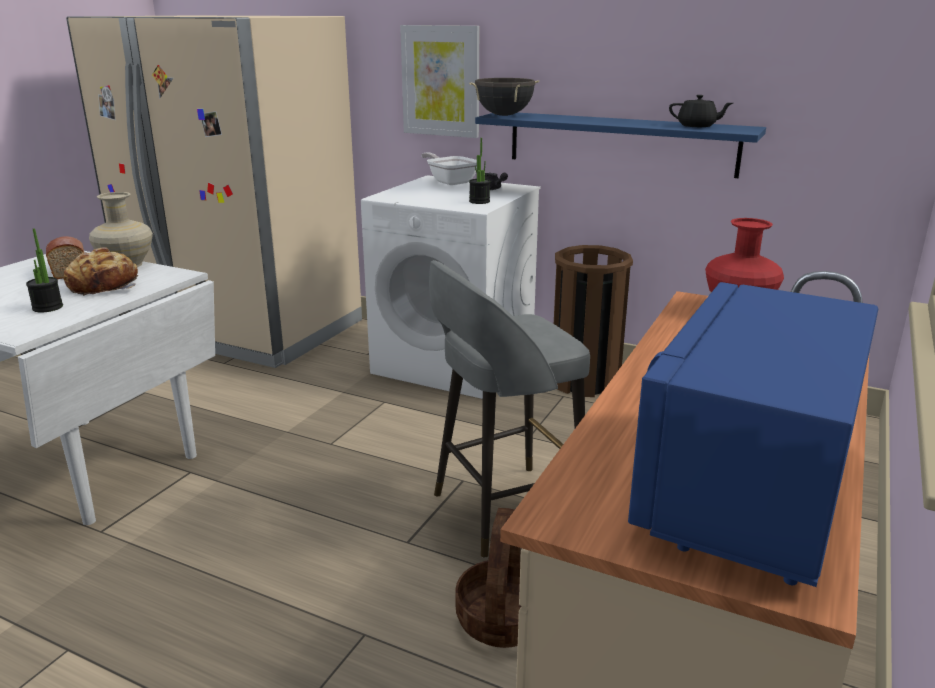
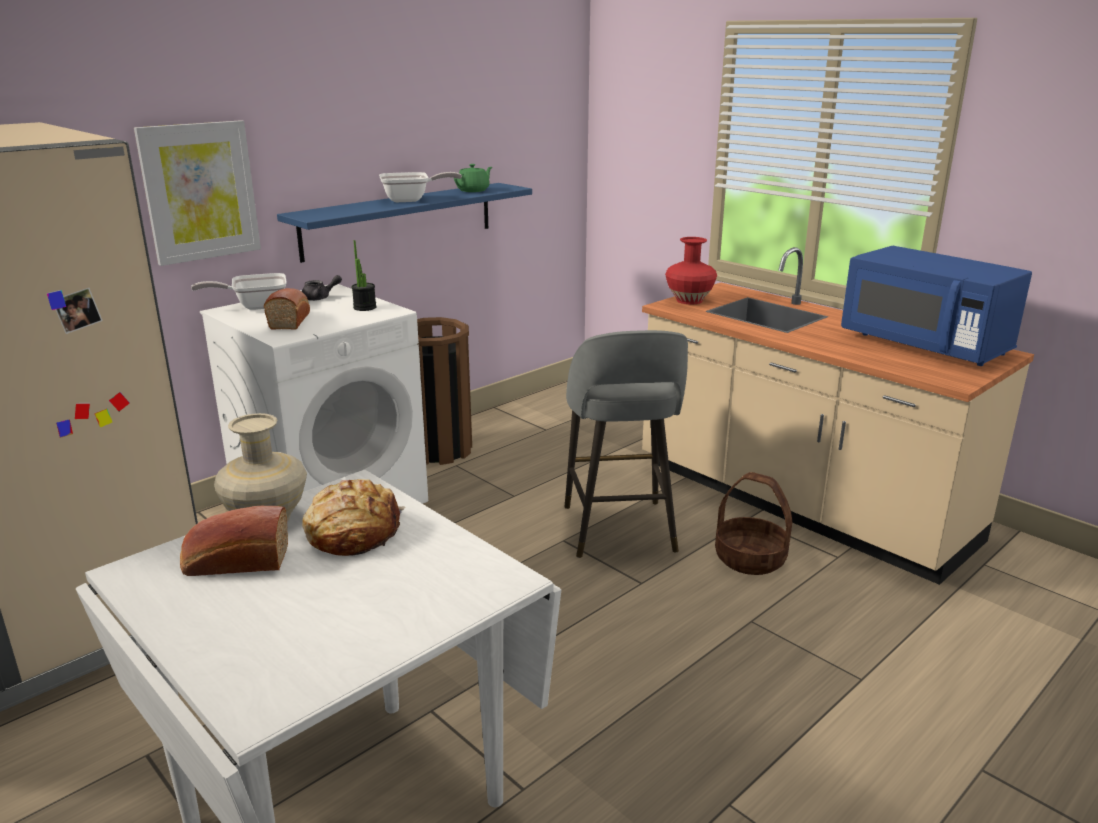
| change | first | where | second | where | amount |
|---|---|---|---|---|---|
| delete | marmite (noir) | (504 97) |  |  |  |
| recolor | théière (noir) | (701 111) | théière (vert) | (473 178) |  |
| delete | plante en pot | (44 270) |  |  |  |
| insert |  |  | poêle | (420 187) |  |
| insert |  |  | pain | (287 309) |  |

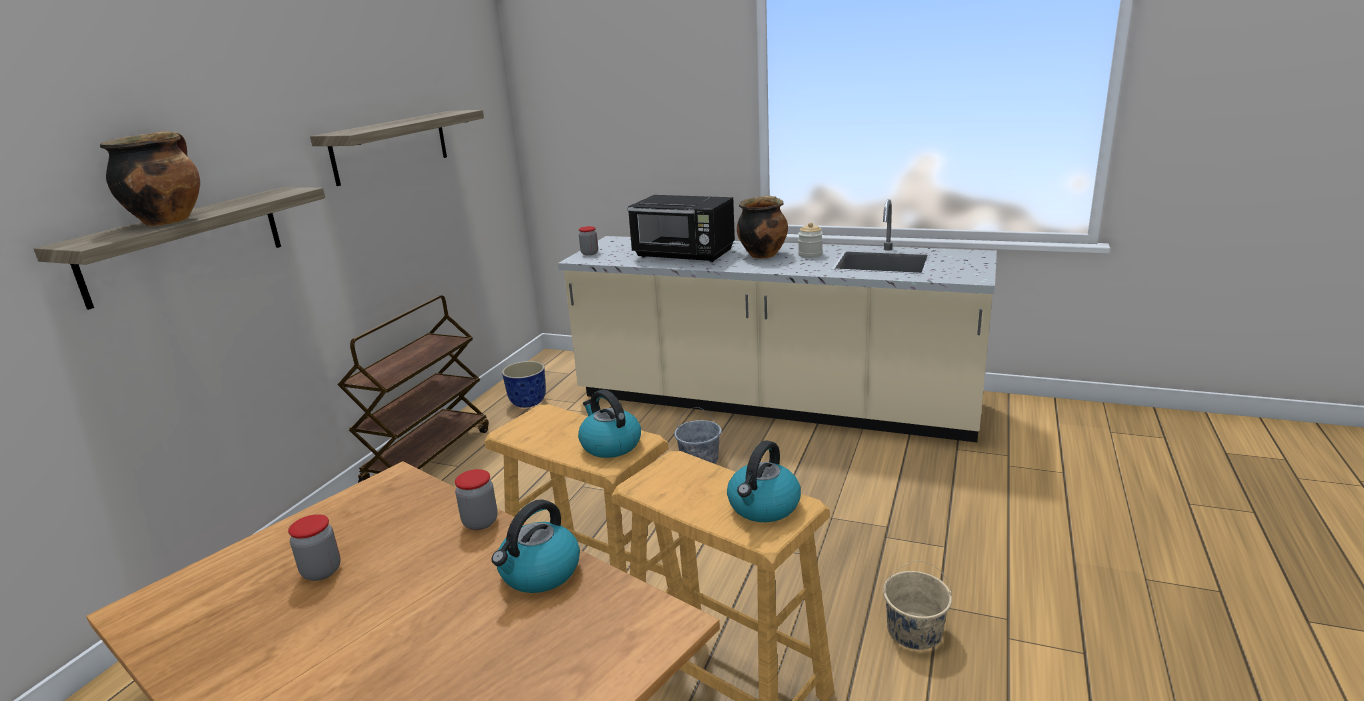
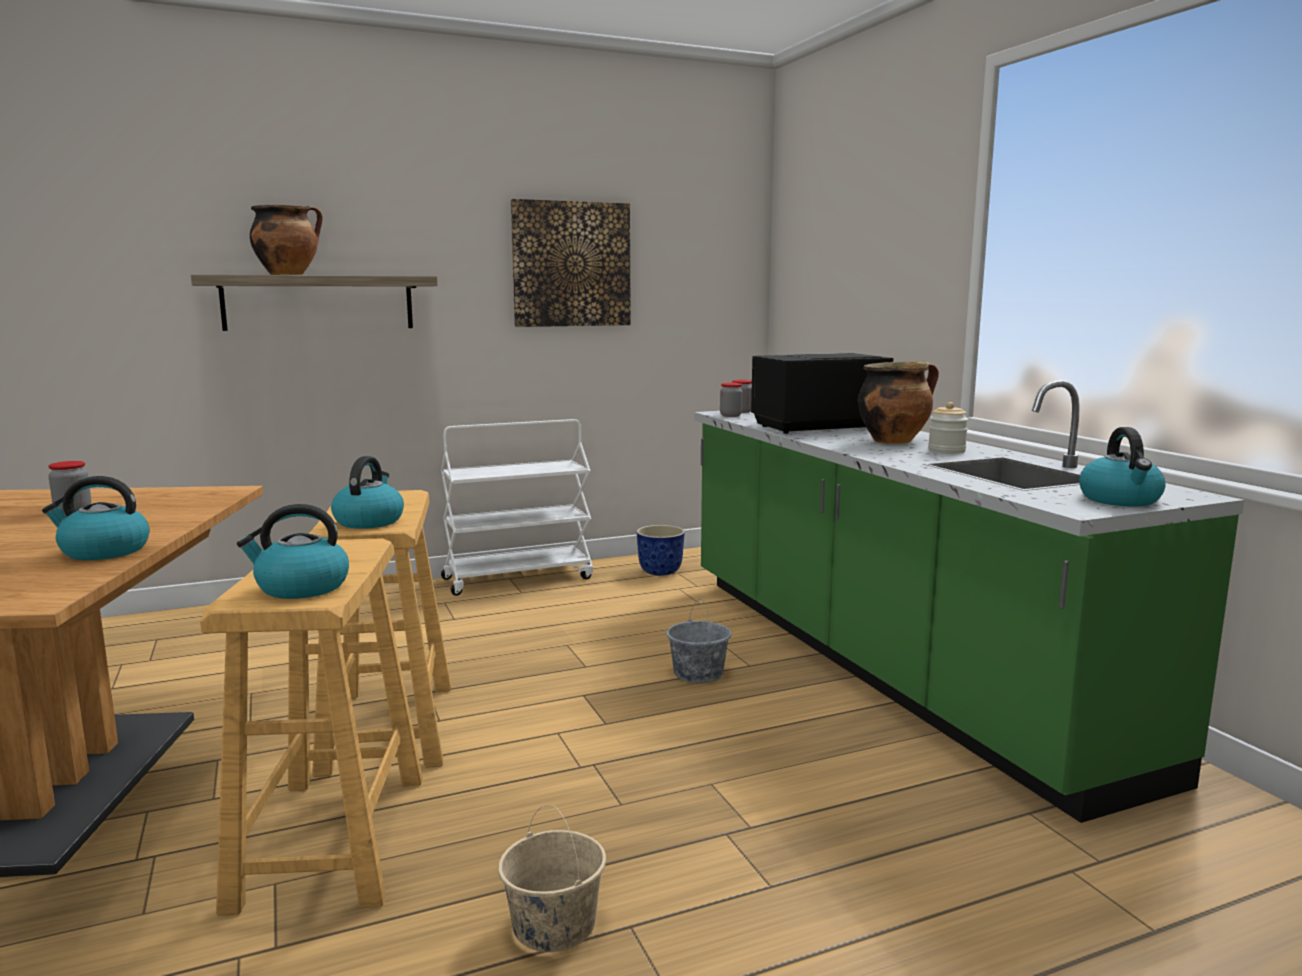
| change | first | where | second | where | amount |
|---|---|---|---|---|---|
| replace | étagère | (397 148) | tableau | (571 263) |  |
| rotate | micro-ondes (noir) | (681 228) |  | (822 393) | 90 degrees clockwise |
| recolor | comptoir de cuisine (beige) | (777 320) | comptoir de cuisine (vert) | (969 601) |  |
| recolor | chariot (marron) | (413 389) | chariot (blanc) | (517 507) |  |
| move | bocal | (476 499) |  | (731 400) |  |
| insert |  |  | bouilloire | (1122 467) |  |

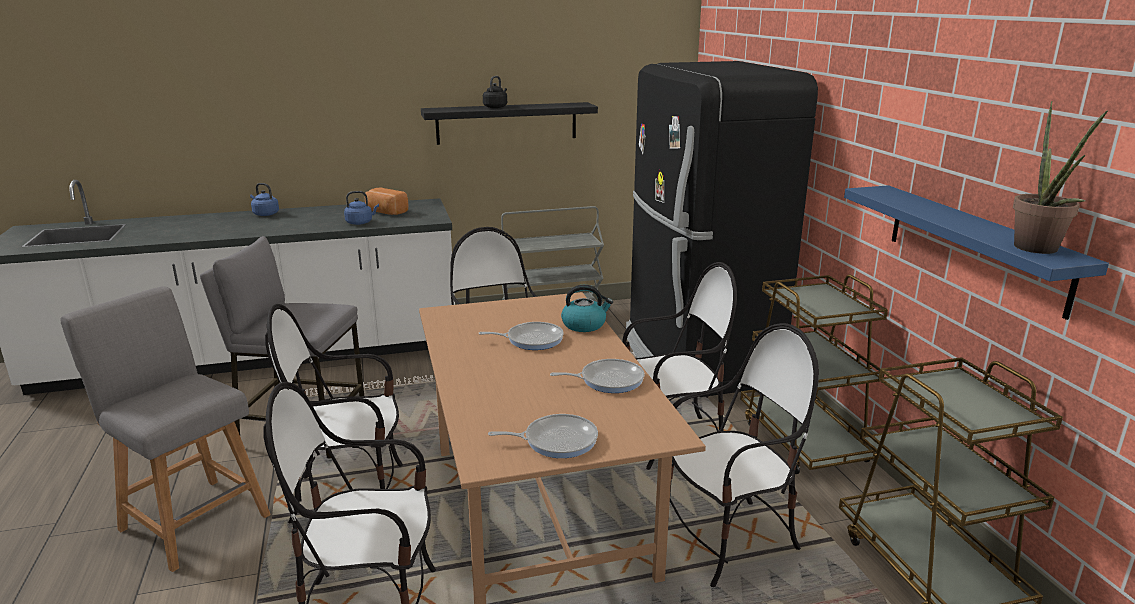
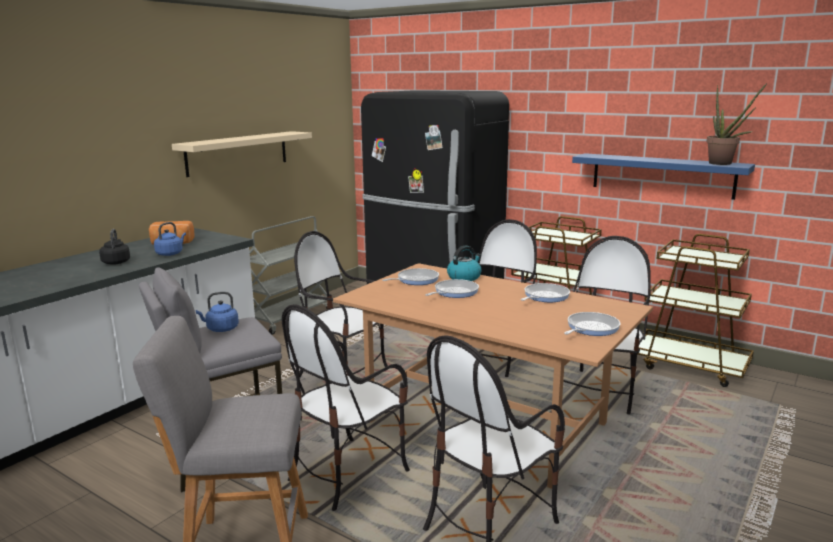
| change | first | where | second | where | amount |
|---|---|---|---|---|---|
| move | bouilloire (noir) | (495 92) |  | (114 247) |  |
| recolor | étagère (noir) | (509 123) | étagère (beige) | (242 154) |  |
| move | bouilloire (bleu) | (264 199) |  | (217 312) |  |
| insert |  |  | poêle | (410 276) |  |

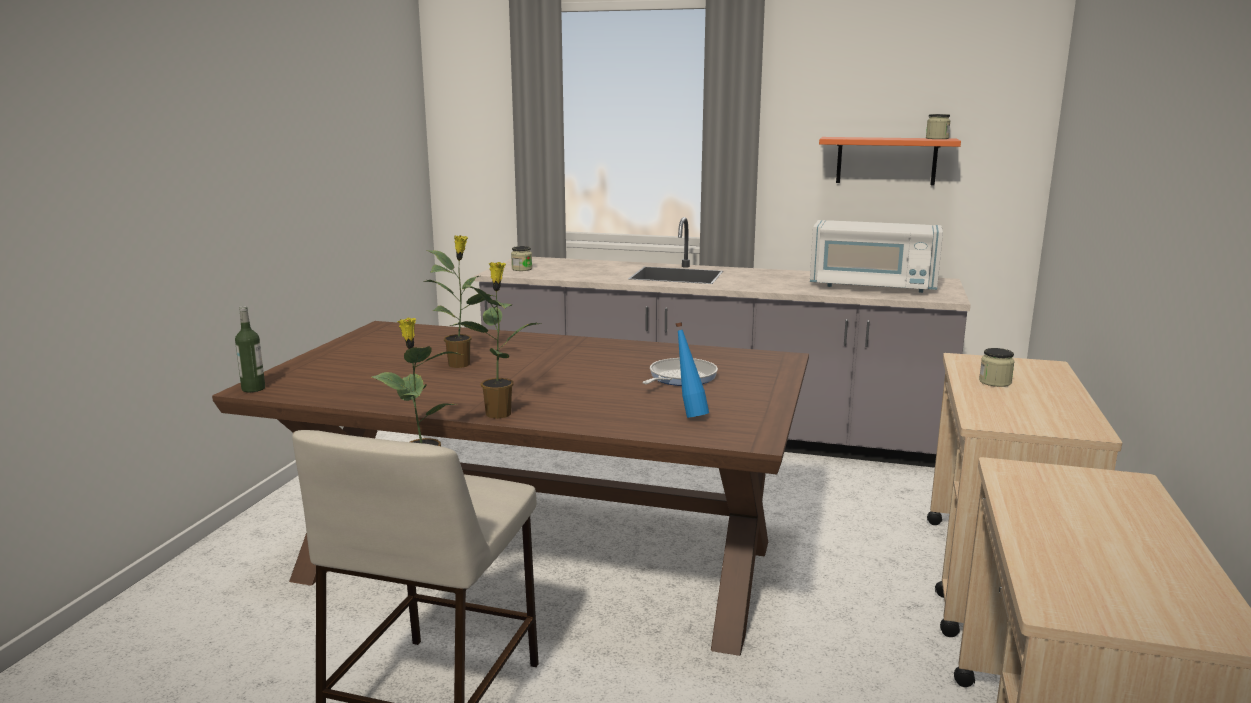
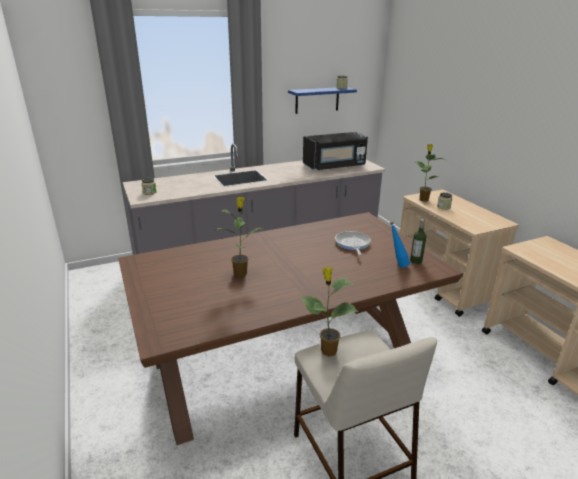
| change | first | where | second | where | amount |
|---|---|---|---|---|---|
| recolor | étagère (orange) | (890 161) | étagère (bleu) | (322 100) |  |
| recolor | micro-ondes (blanc) | (876 256) | micro-ondes (noir) | (335 151) |  |
| move | plante en pot | (496 340) |  | (430 173) |  |
| move | bouteille | (250 349) |  | (418 241) |  |

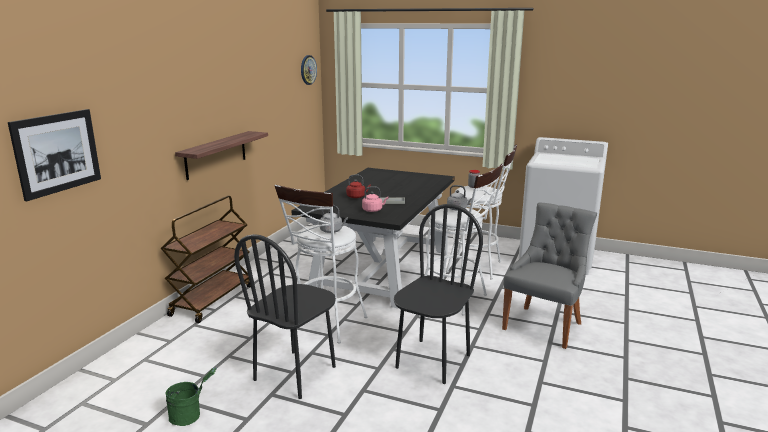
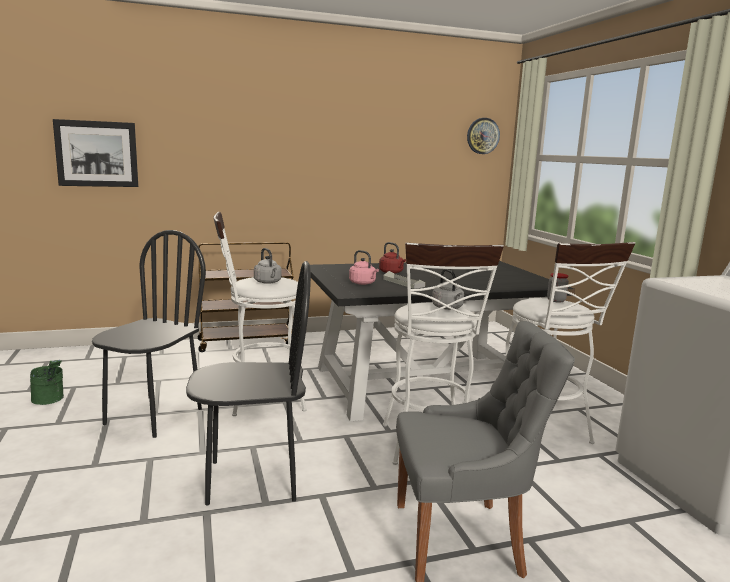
| change | first | where | second | where | amount |
|---|---|---|---|---|---|
| delete | étagère | (221 155) |  |  |  |
| rotate | chaise (noir) | (285 316) |  | (149 334) | 120 degrees clockwise |

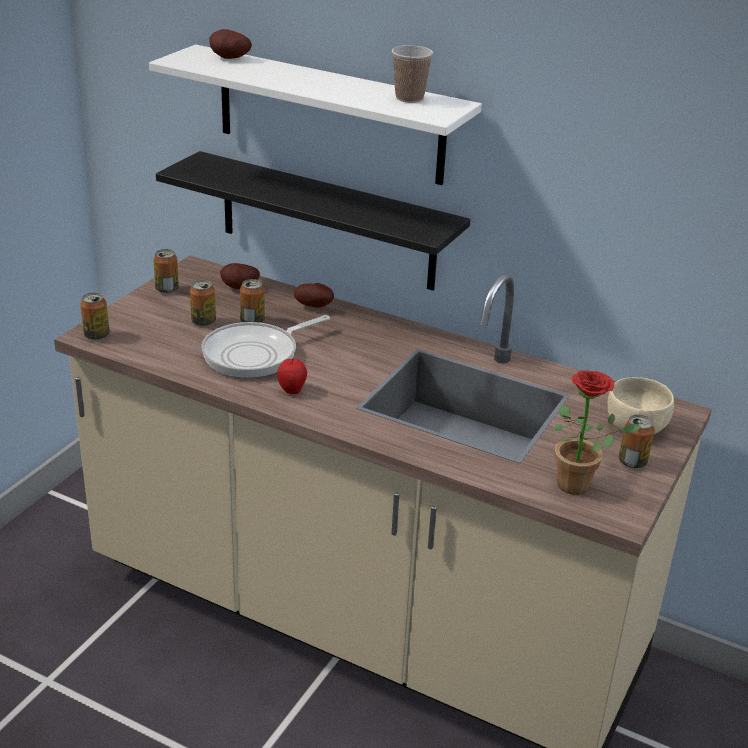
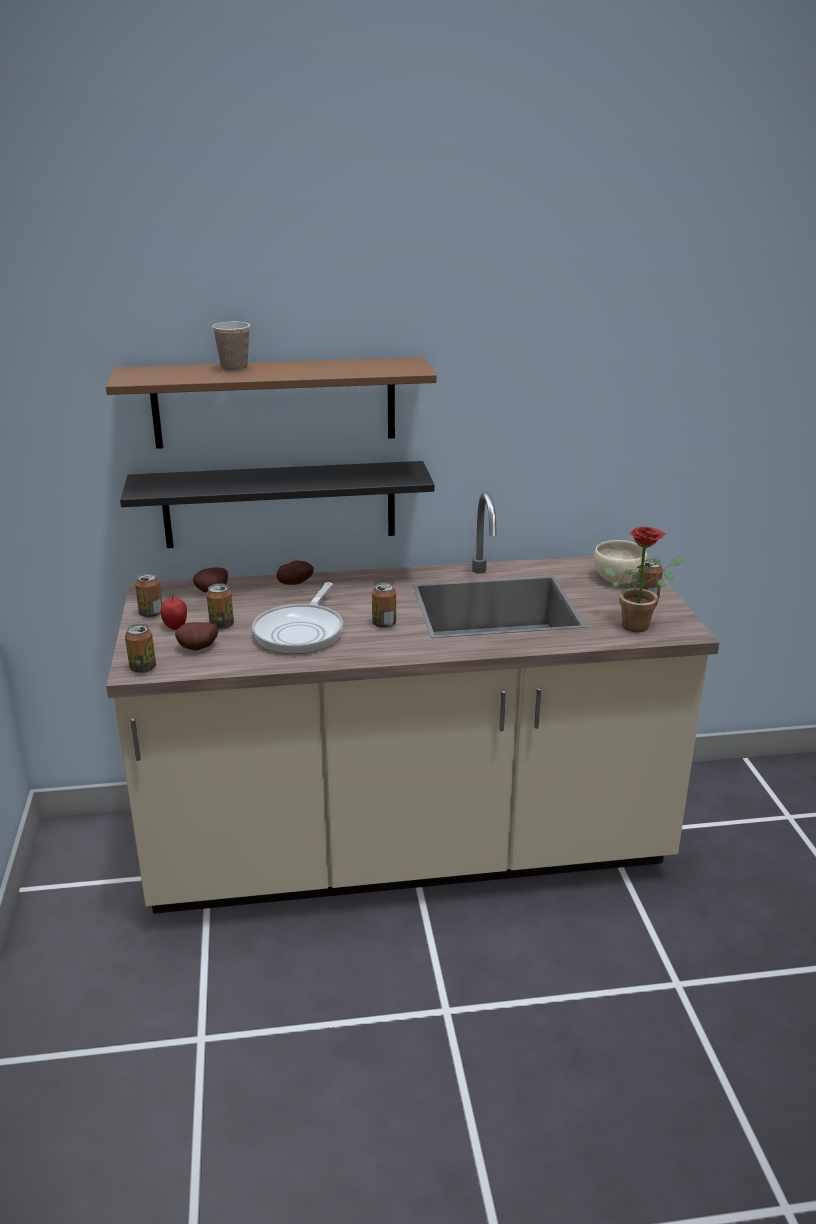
| change | first | where | second | where | amount |
|---|---|---|---|---|---|
| move | pomme de terre | (230 44) |  | (196 636) |  |
| recolor | étagère (blanc) | (315 115) | étagère (marron) | (271 403) |  |
| move | tasse | (412 74) |  | (231 347) |  |
| move | boîte métallique | (252 301) |  | (384 605) |  |
| move | pomme | (292 376) |  | (174 613) |  |

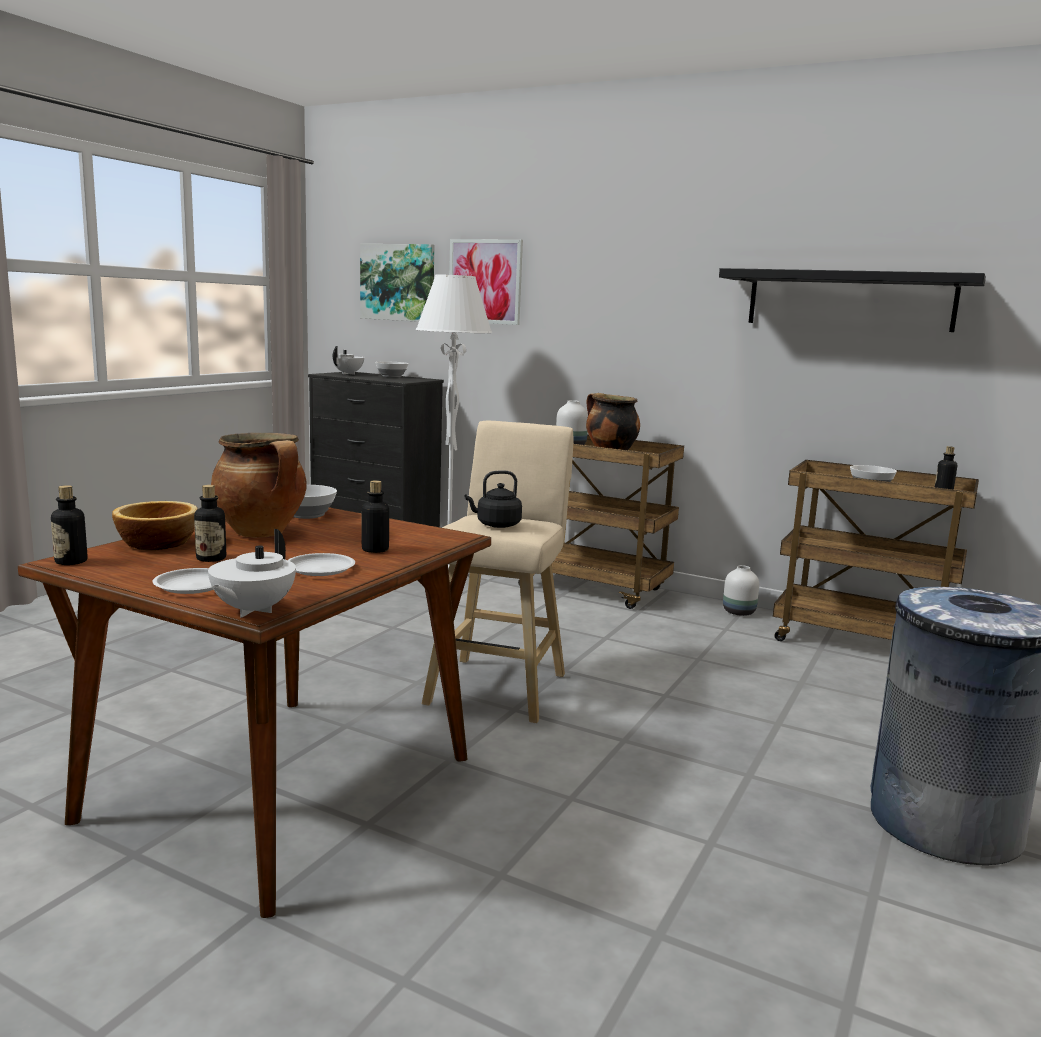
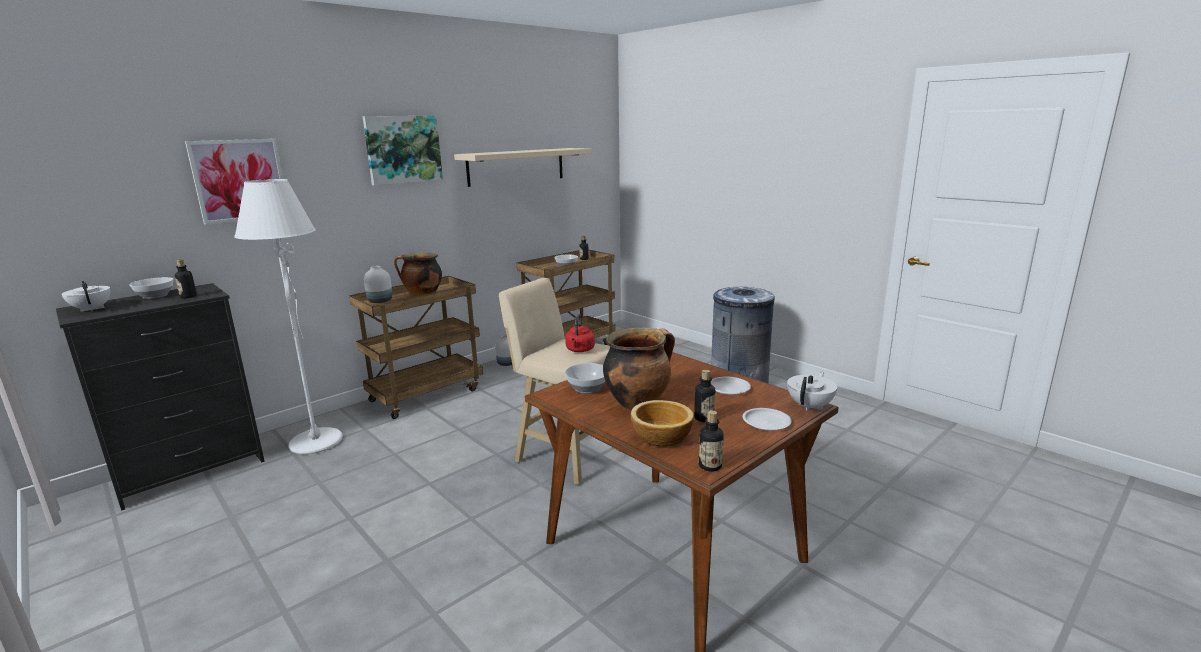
| change | first | where | second | where | amount |
|---|---|---|---|---|---|
| move | tableau | (397 283) |  | (402 150) |  |
| recolor | étagère (noir) | (852 300) | étagère (beige) | (522 167) |  |
| recolor | bouilloire (noir) | (493 499) | bouilloire (rouge) | (580 333) |  |
| move | bouteille | (375 516) |  | (186 279) |  |
| rotate | théière (blanc) | (252 573) |  | (812 391) | 90 degrees counterclockwise |

